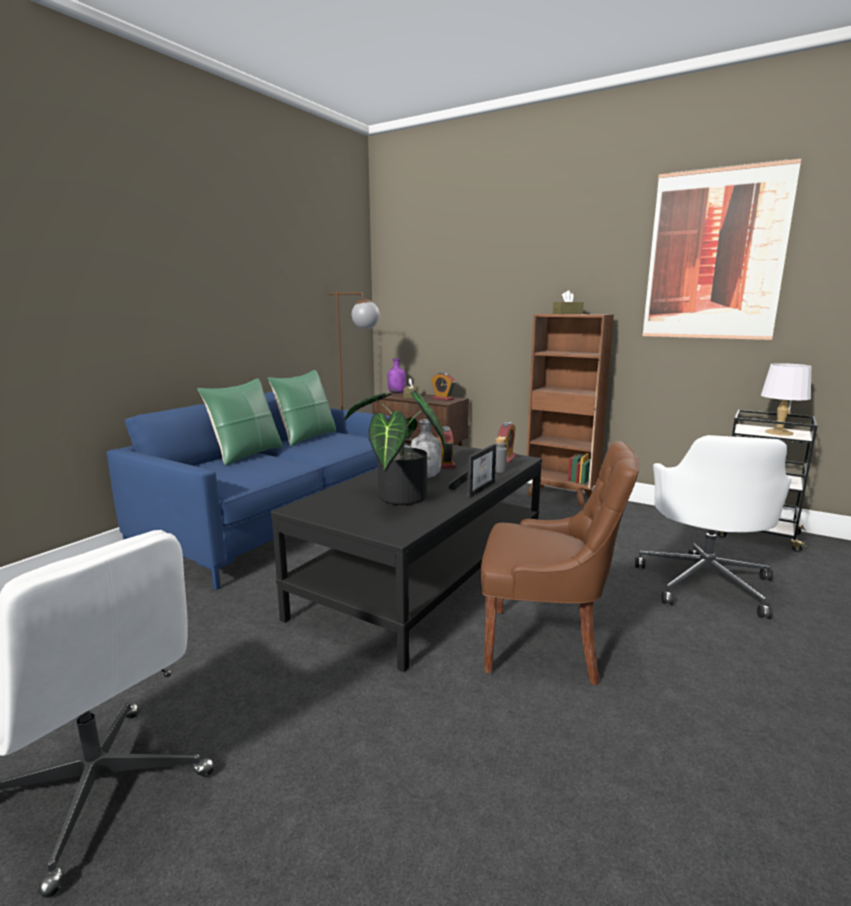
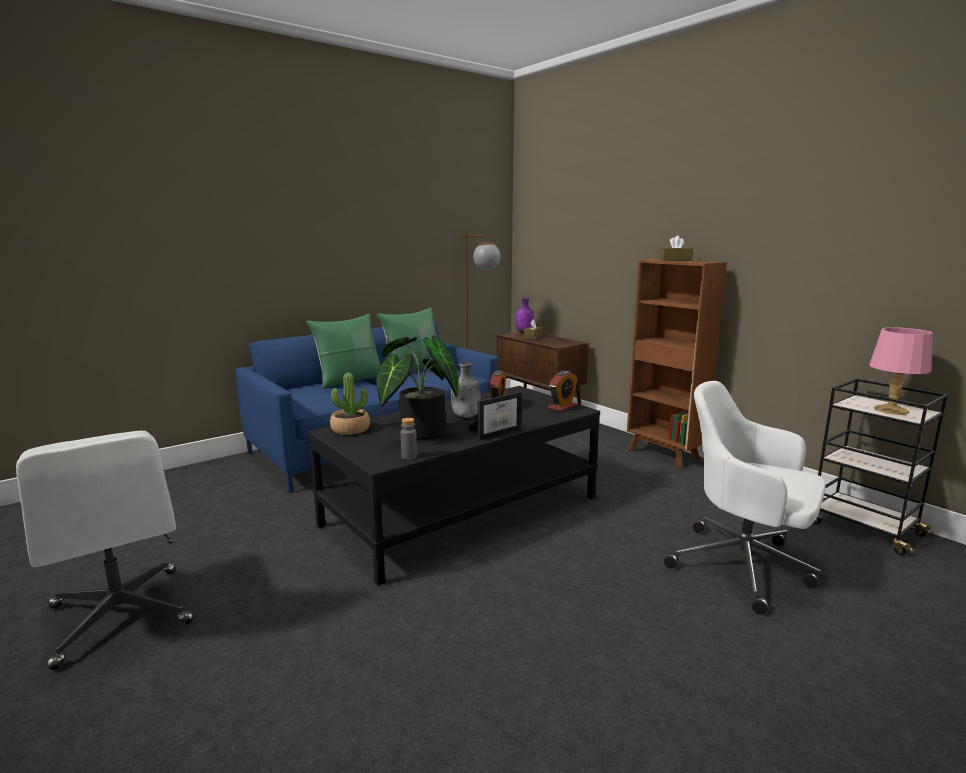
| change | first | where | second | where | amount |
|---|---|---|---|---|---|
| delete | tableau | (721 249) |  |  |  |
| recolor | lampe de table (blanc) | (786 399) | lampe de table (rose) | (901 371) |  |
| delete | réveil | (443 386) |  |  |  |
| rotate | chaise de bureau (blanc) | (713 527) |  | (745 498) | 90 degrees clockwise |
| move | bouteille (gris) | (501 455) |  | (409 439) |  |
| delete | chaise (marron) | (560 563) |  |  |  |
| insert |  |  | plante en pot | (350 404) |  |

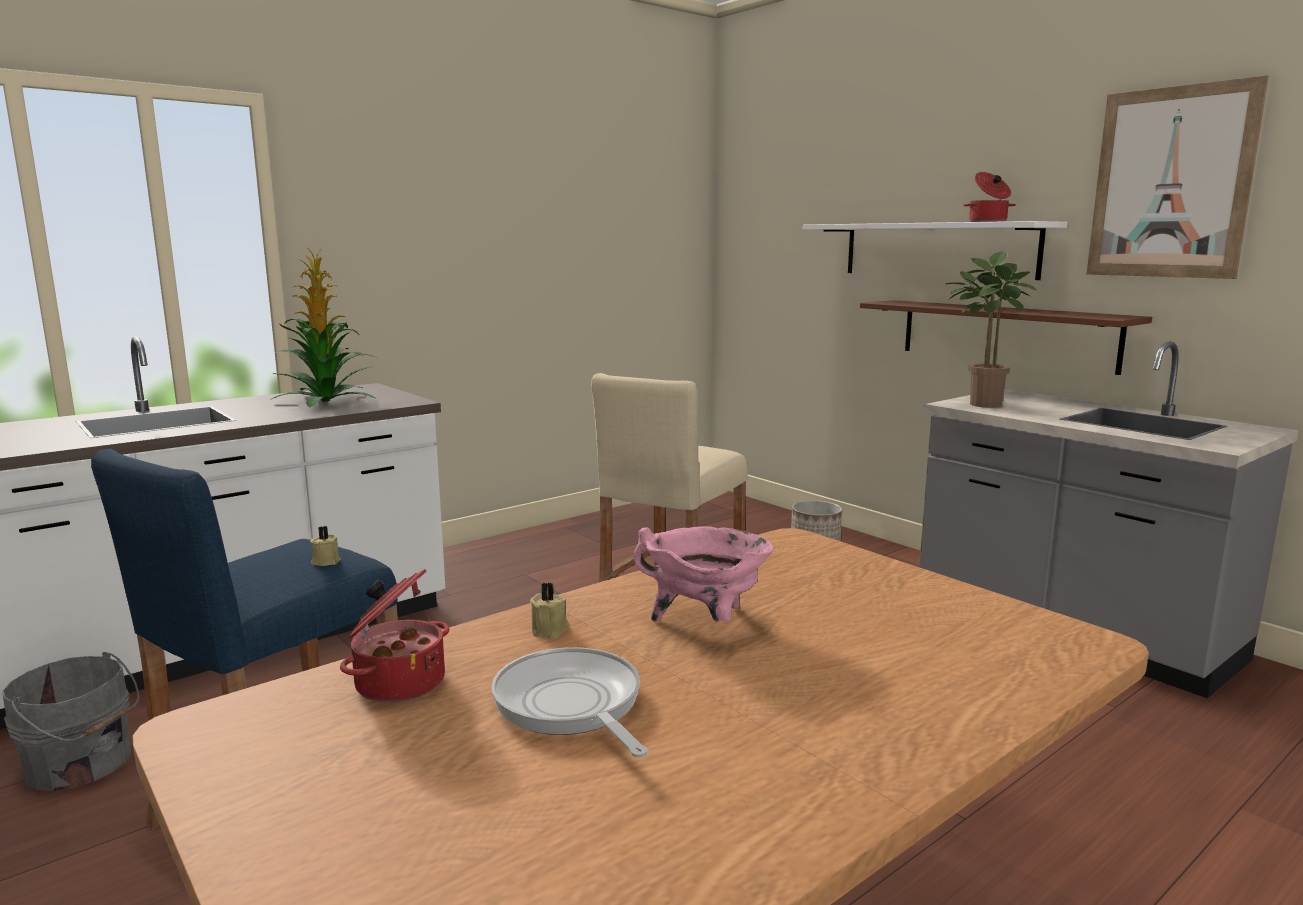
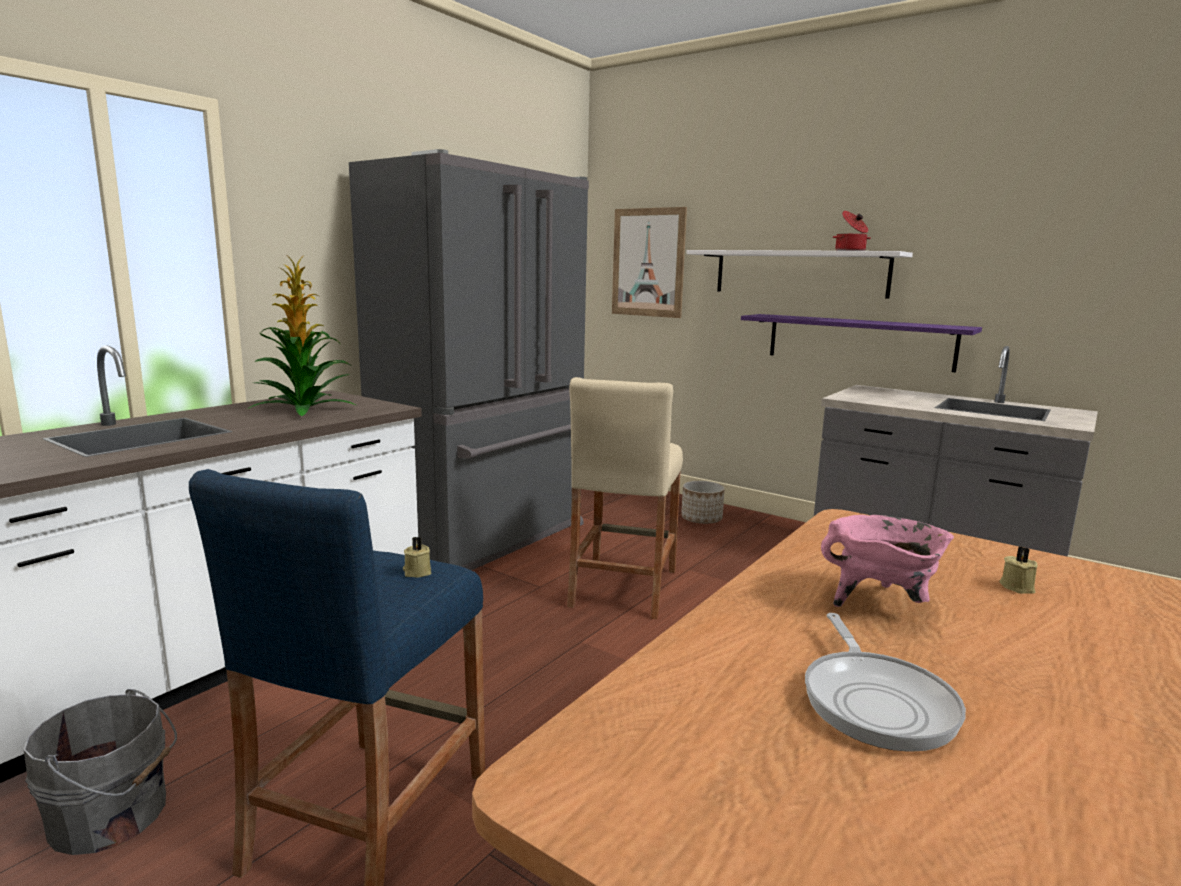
| change | first | where | second | where | amount |
|---|---|---|---|---|---|
| move | tableau | (1178 177) |  | (649 262) |  |
| delete | plante en pot | (991 330) |  |  |  |
| recolor | étagère (marron) | (1006 337) | étagère (violet) | (861 343) |  |
| delete | marmite | (395 636) |  |  |  |
| move | bougie (beige) | (550 610) |  | (1018 570) |  |
| rotate | poêle | (569 702) |  | (885 682) | 135 degrees counterclockwise |
| insert |  |  | réfrigérateur (gris) | (469 359) |  |

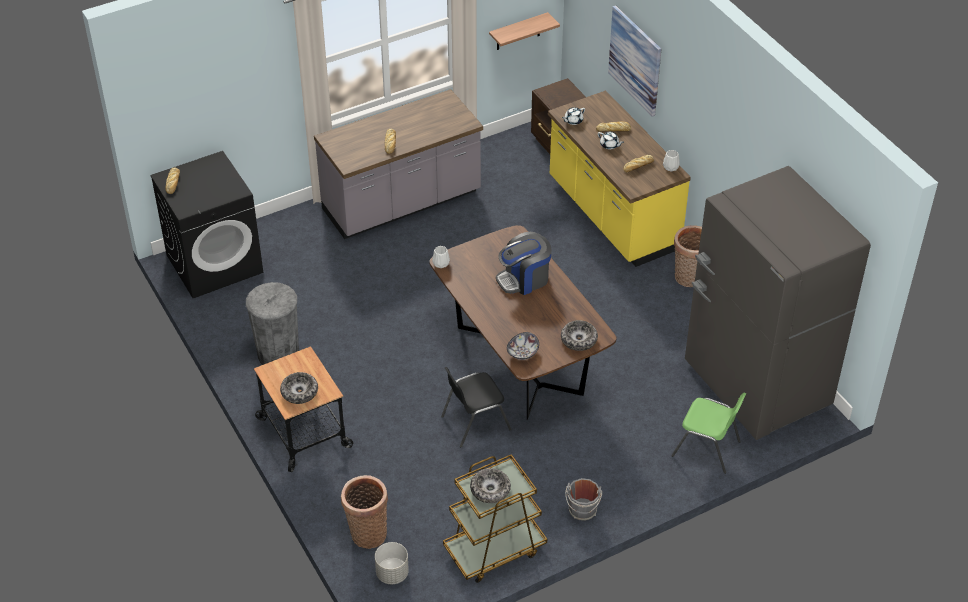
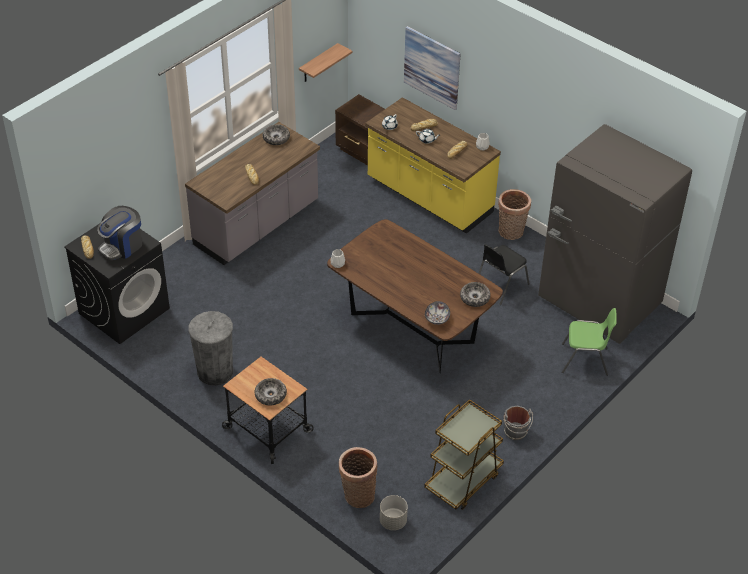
| change | first | where | second | where | amount |
|---|---|---|---|---|---|
| move | machine à café | (523 263) |  | (119 233) |  |
| move | chaise (noir) | (476 407) |  | (504 274) |  |
| move | bol | (490 485) |  | (276 134) |  |

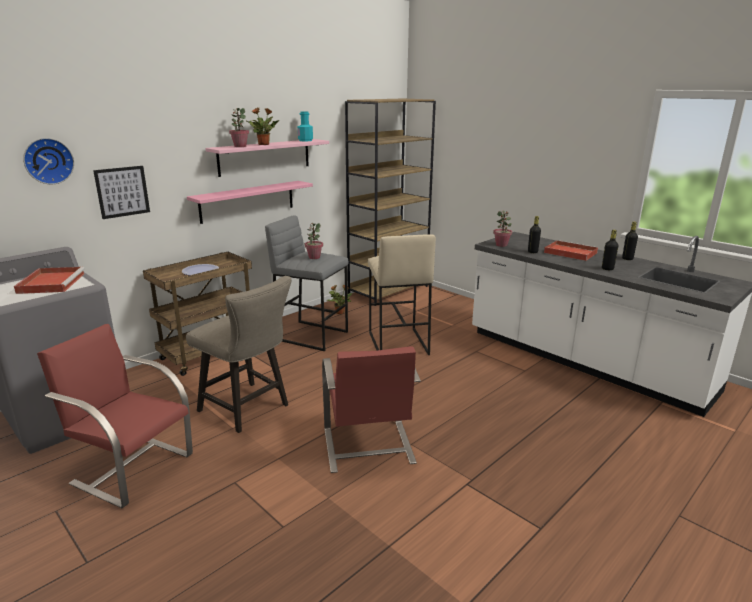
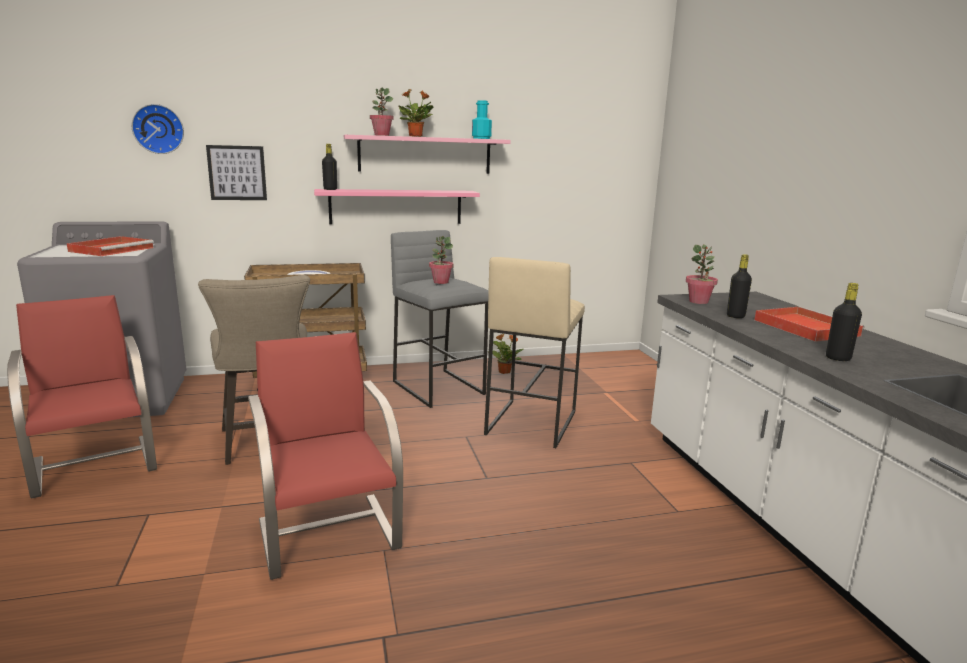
| change | first | where | second | where | amount |
|---|---|---|---|---|---|
| delete | bibliothèque (marron) | (390 202) |  |  |  |
| move | bouteille (noir) | (630 241) |  | (329 167) |  |
| rotate | chaise (rouge) | (371 409) |  | (325 456) | 135 degrees clockwise |

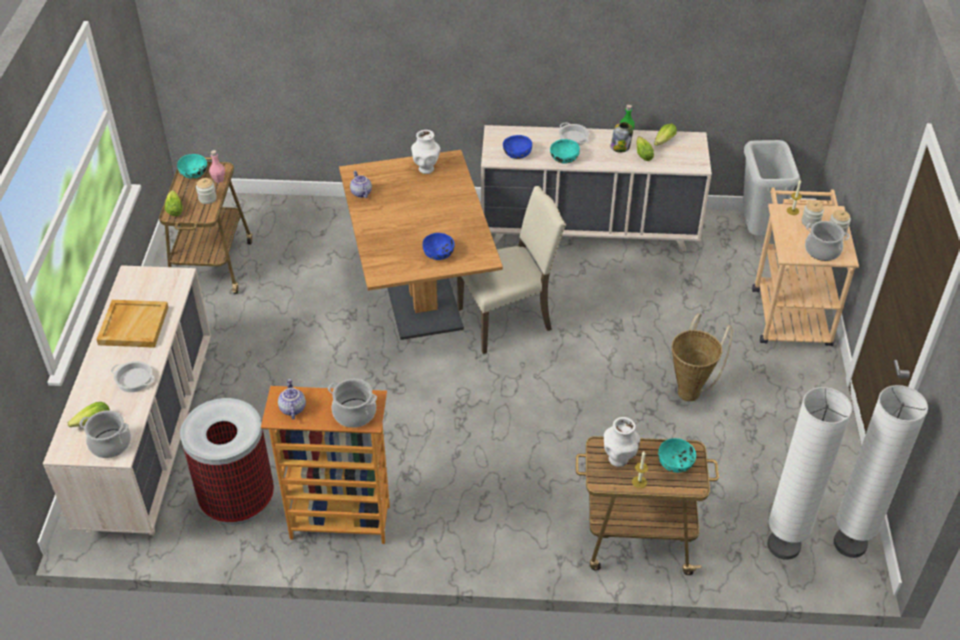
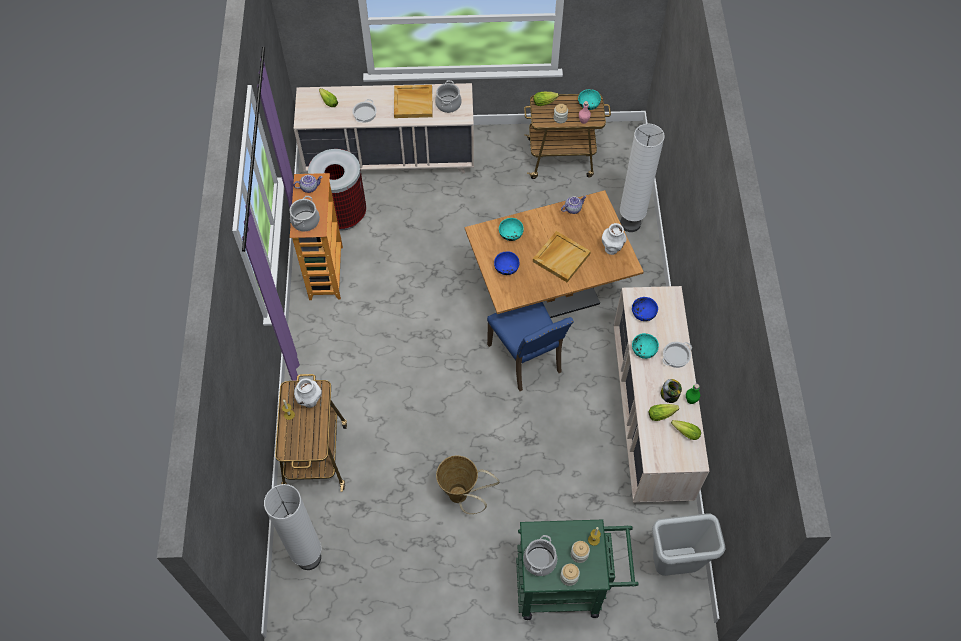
| change | first | where | second | where | amount |
|---|---|---|---|---|---|
| recolor | chaise (beige) | (511 270) | chaise (bleu) | (530 346) |  |
| recolor | chariot (beige) | (805 266) | chariot (vert) | (577 569) |  |
| move | lampadaire (blanc) | (881 471) |  | (642 178) |  |
| move | marmite | (105 434) |  | (448 96) |  |
| move | bol (turquoise) | (677 455) |  | (511 229) |  |
| insert |  |  | plateau (beige) | (562 256) |  |

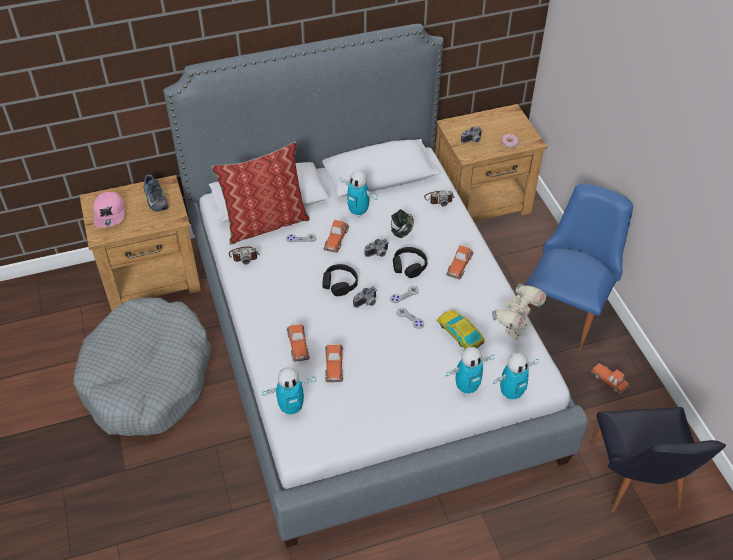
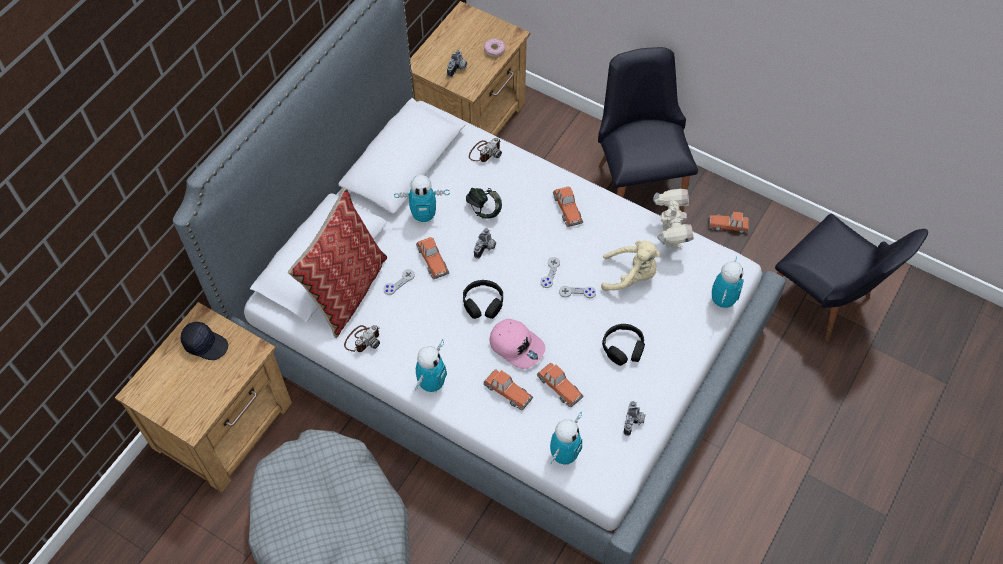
| change | first | where | second | where | amount |
|---|---|---|---|---|---|
| replace | chaussure | (156 193) | casquette (noir) | (204 341) |  |
| recolor | chaise (bleu) | (579 267) | chaise (noir) | (648 129) |  |
| move | casquette (rose) | (109 210) |  | (517 344) |  |
| move | casque audio (noir) | (410 262) |  | (623 345) |  |
| move | appareil photo | (365 297) |  | (635 418) |  |
| replace | petite voiture | (460 329) | peluche (beige) | (630 265) |  |
| move | robot jouet | (470 371) |  | (431 366) |  |

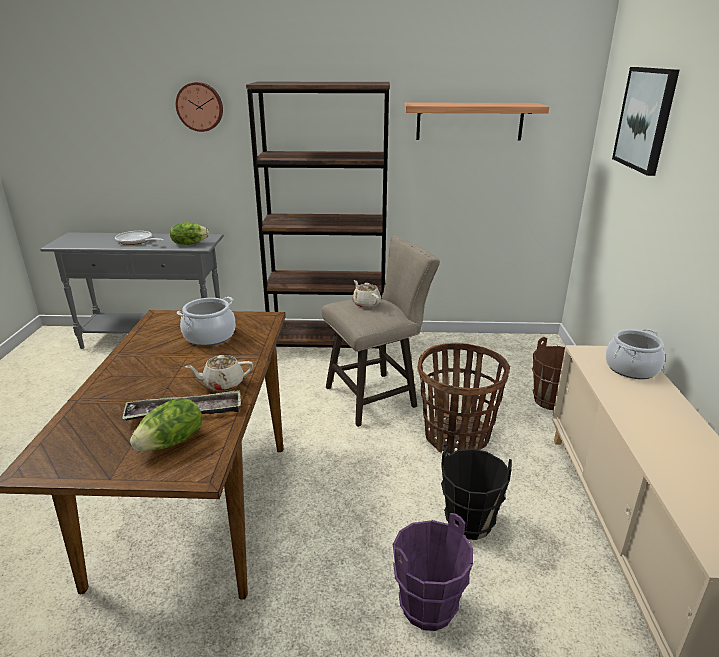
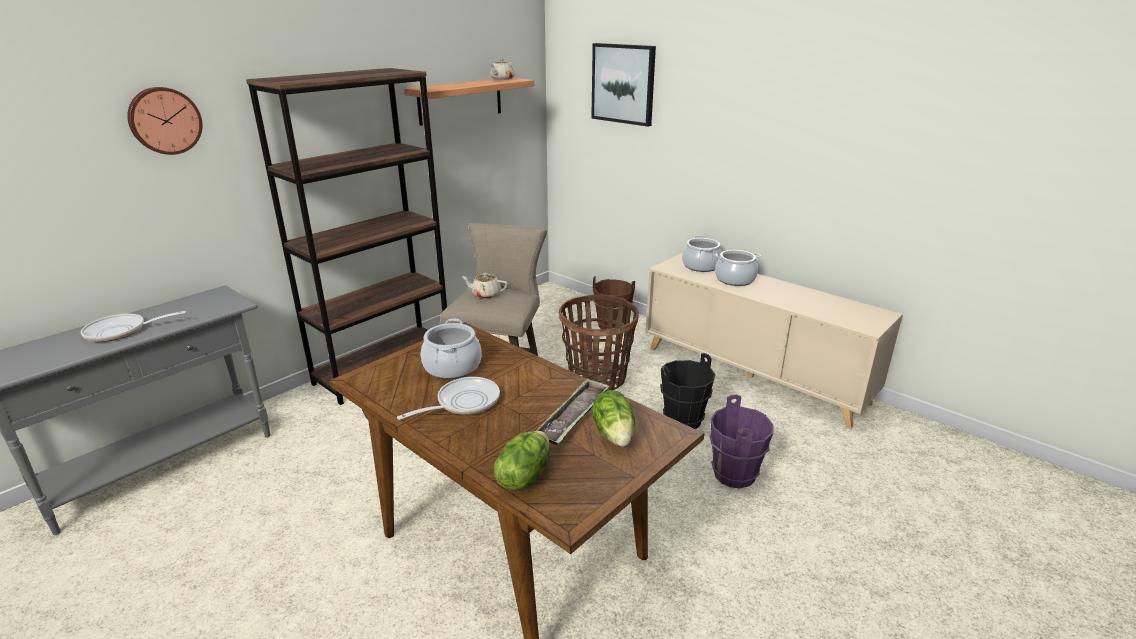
| change | first | where | second | where | amount |
|---|---|---|---|---|---|
| move | laitue | (189 233) |  | (521 460) |  |
| move | théière (beige) | (219 373) |  | (502 69) |  |
| insert |  |  | marmite | (738 268) |  |
| insert |  |  | poêle | (448 398) |  |

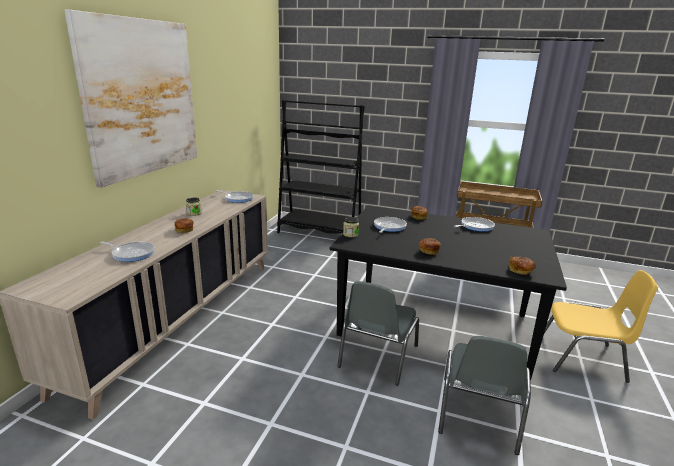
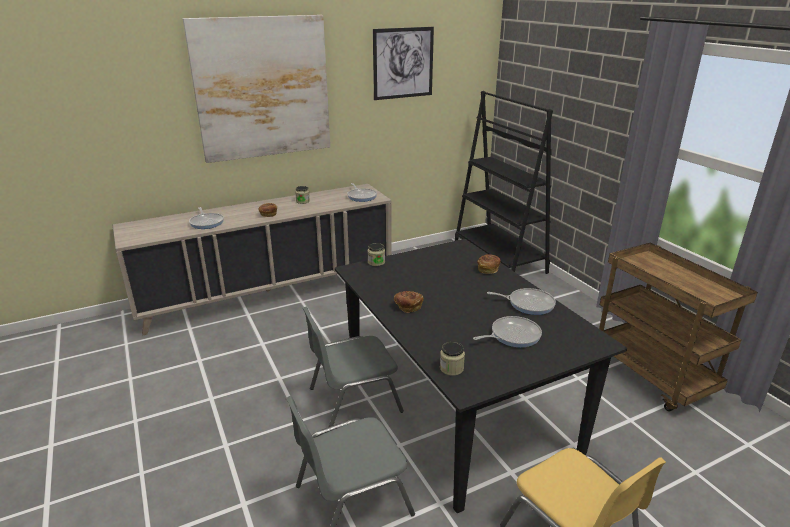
| change | first | where | second | where | amount |
|---|---|---|---|---|---|
| move | poêle | (390 225) |  | (507 331) |  |
| replace | pain | (522 266) | bocal | (452 359) |  |
| insert |  |  | tableau | (403 63) |  |

